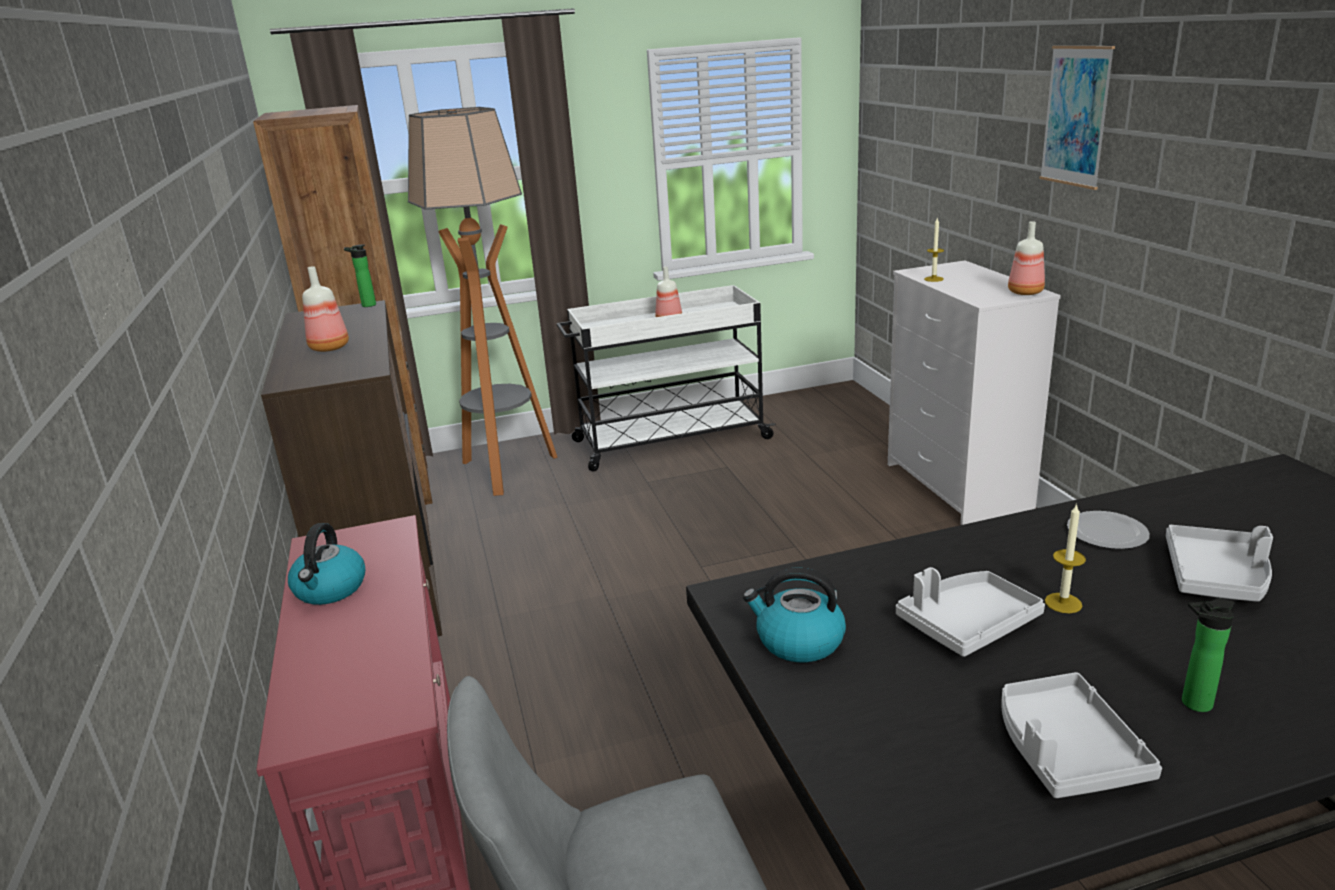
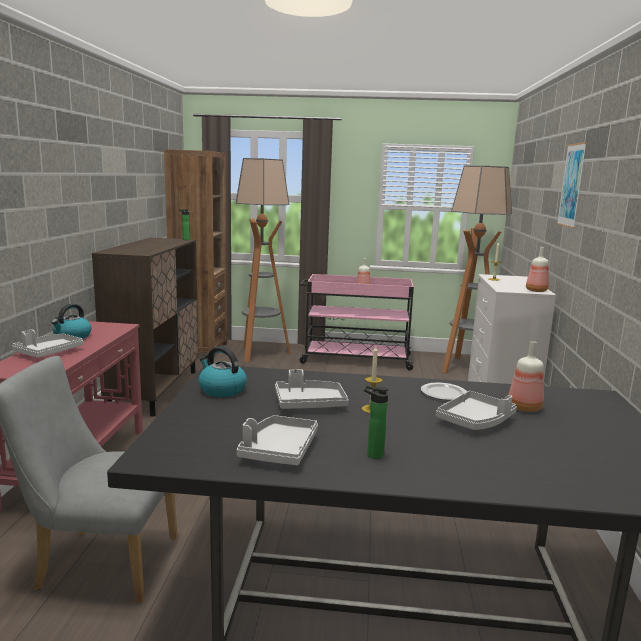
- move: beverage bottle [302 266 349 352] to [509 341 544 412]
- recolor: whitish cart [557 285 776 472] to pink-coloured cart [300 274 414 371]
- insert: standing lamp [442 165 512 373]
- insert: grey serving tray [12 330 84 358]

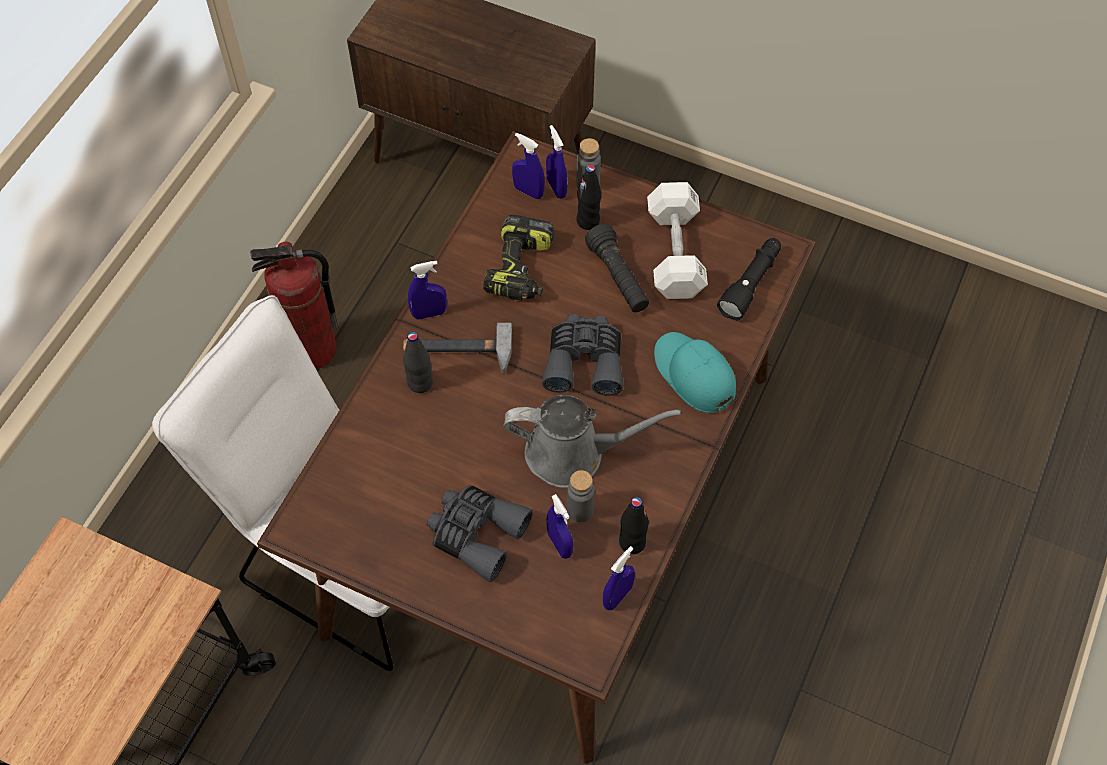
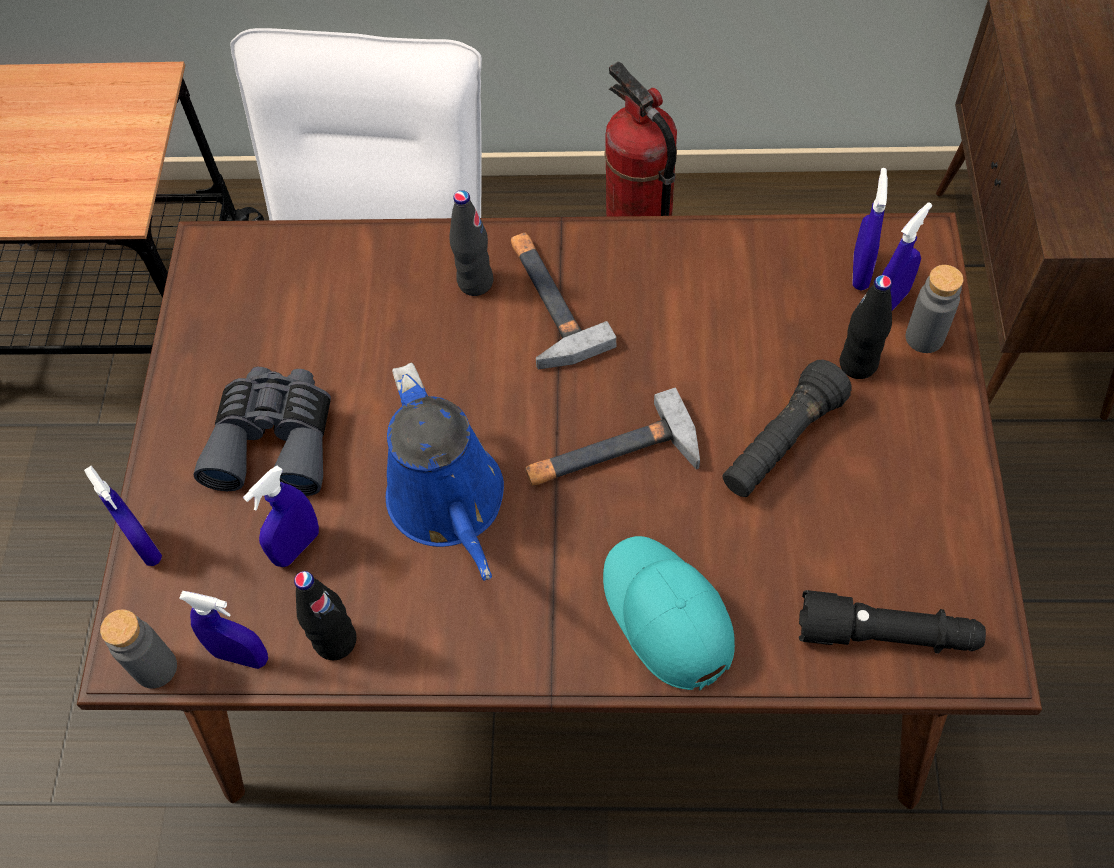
- delete: whitish dumbbell [647 182 708 299]
- delete: power drill [483 215 554 301]
- move: bluish hand sprayer [408 261 447 320] to [84 466 162 566]
- replace: grey binoculars [542 314 623 396] to hammer [525 388 700 485]
- rotate: blue-green baseball cap [654 332 736 413] = [603 536 735 691] 60 degrees counterclockwise
- recolor: grey sprinkling can [504 395 681 488] to bluish sprinkling can [386 363 504 581]
- move: grey beverage bottle [567 470 595 522] to [100 609 177 689]

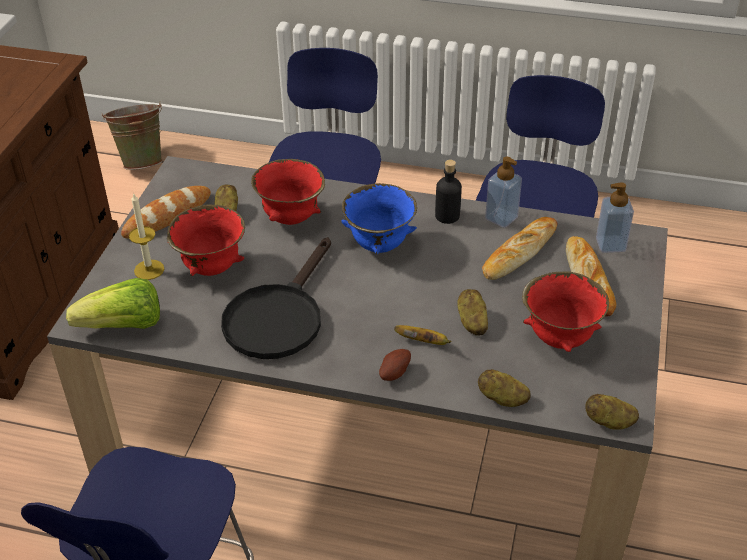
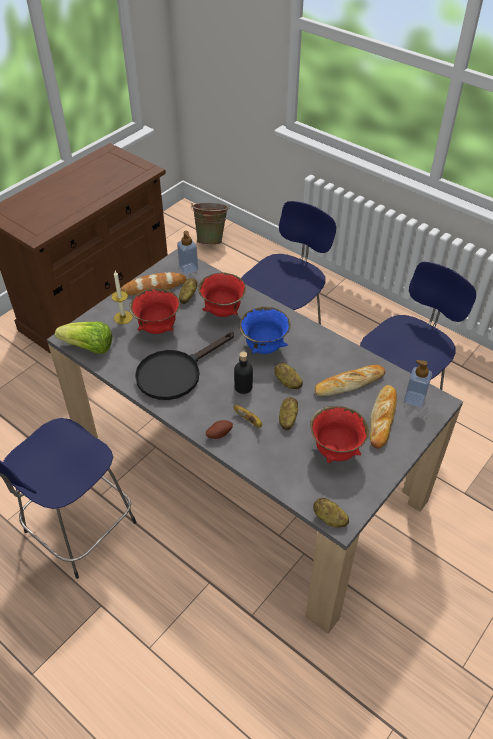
- move: soap bottle [485 157 522 228] to [177 231 198 275]
- move: black-coloured beverage bottle [435 160 462 224] to [234 351 253 394]
- move: potato [478 369 531 407] to [274 362 303 389]

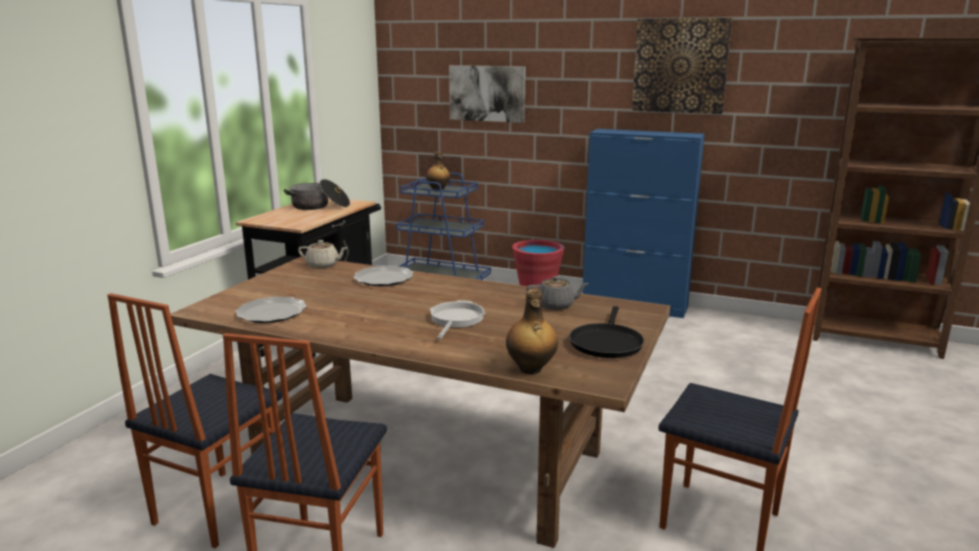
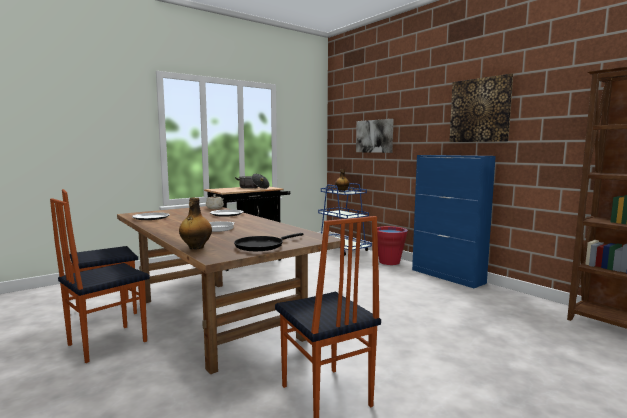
- delete: grey tea pot [526 276 589 310]

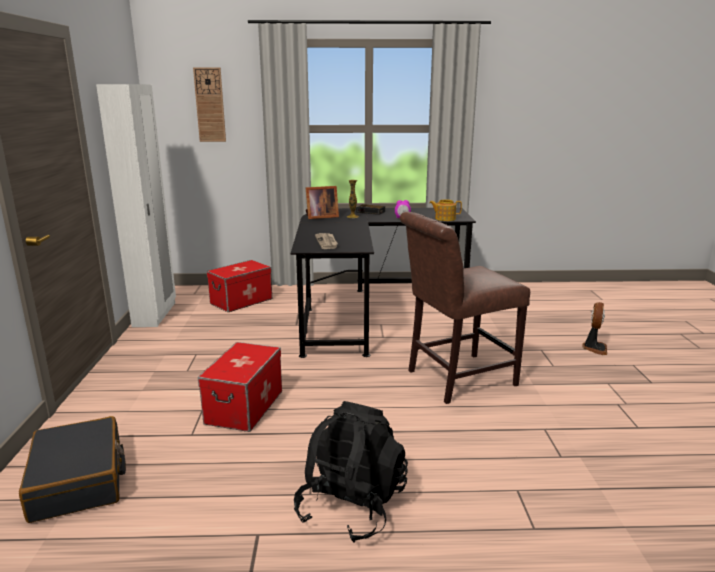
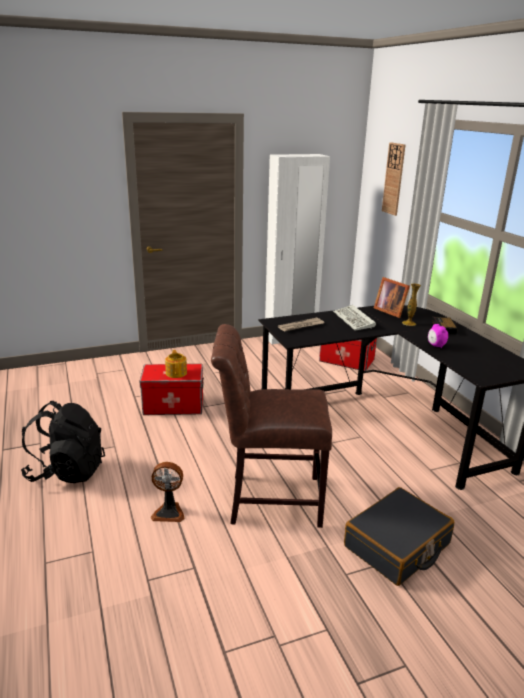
- move: tea pot [429 199 462 221] to [165 350 187 378]
- rotate: brownish chair [400 212 530 404] = [211 324 332 528] 45 degrees counterclockwise
- move: electric fan [582 302 607 355] to [151 462 184 522]
- move: black-coloured suitcase [19 416 126 523] to [344 487 454 586]
- insert: PC keyboard [333 305 376 331]

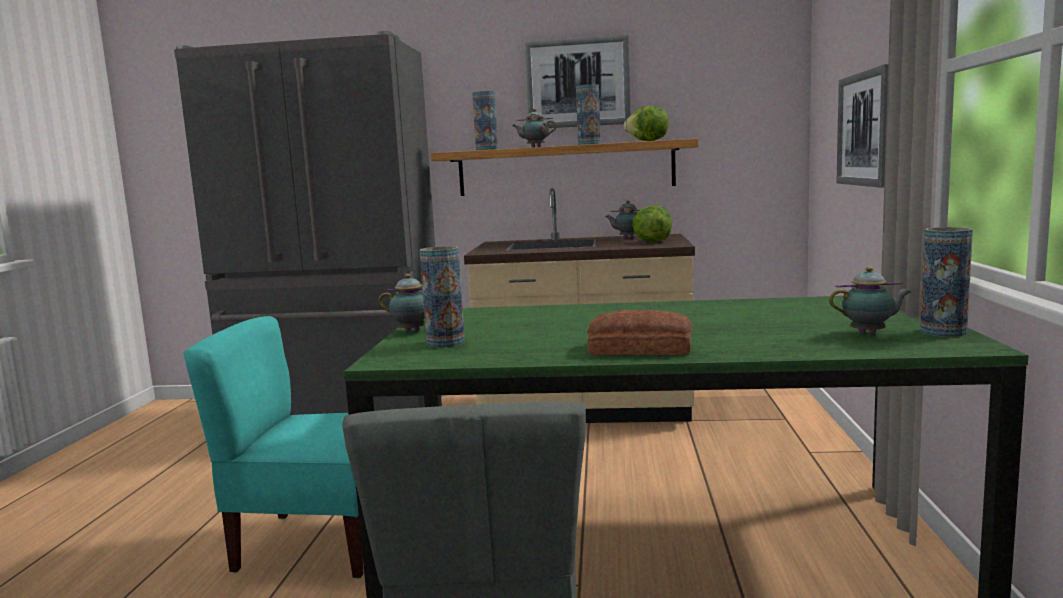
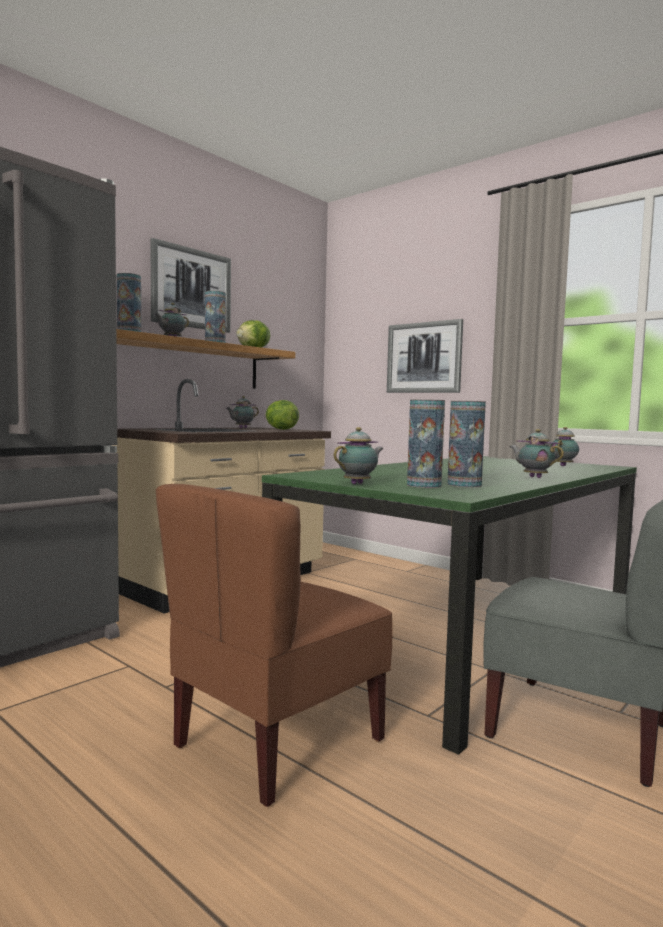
- move: decorative vase [920 227 973 337] to [447 401 486 487]
- replace: baked bread [587 310 692 355] to tea pot [510 429 564 478]
- recolor: blue-green chair [184 316 363 579] to brownish chair [156 484 393 807]

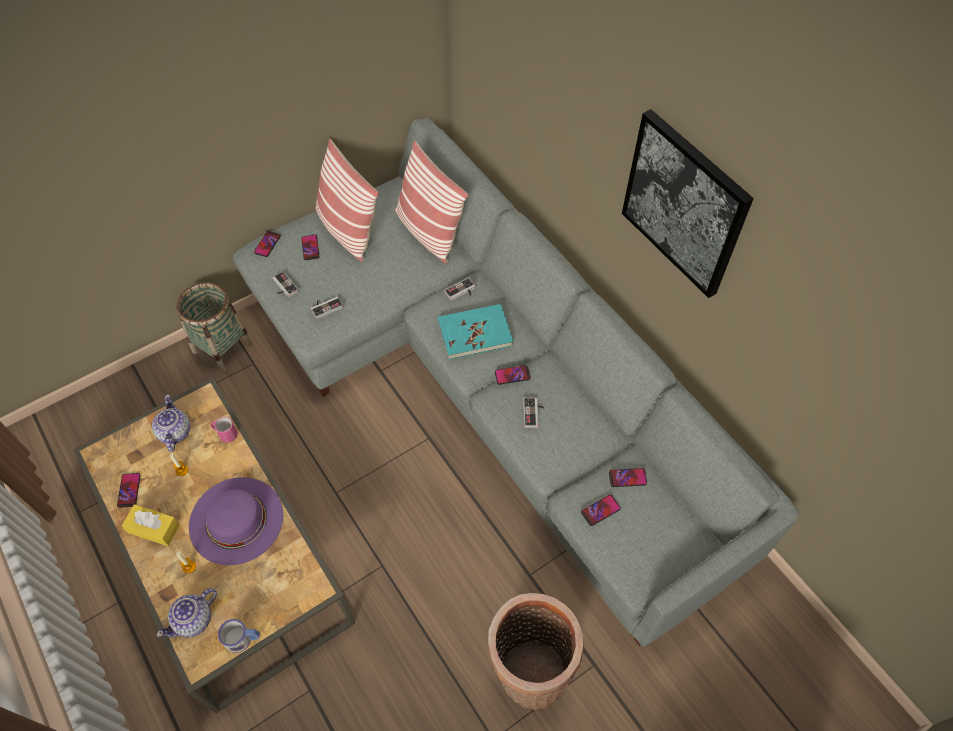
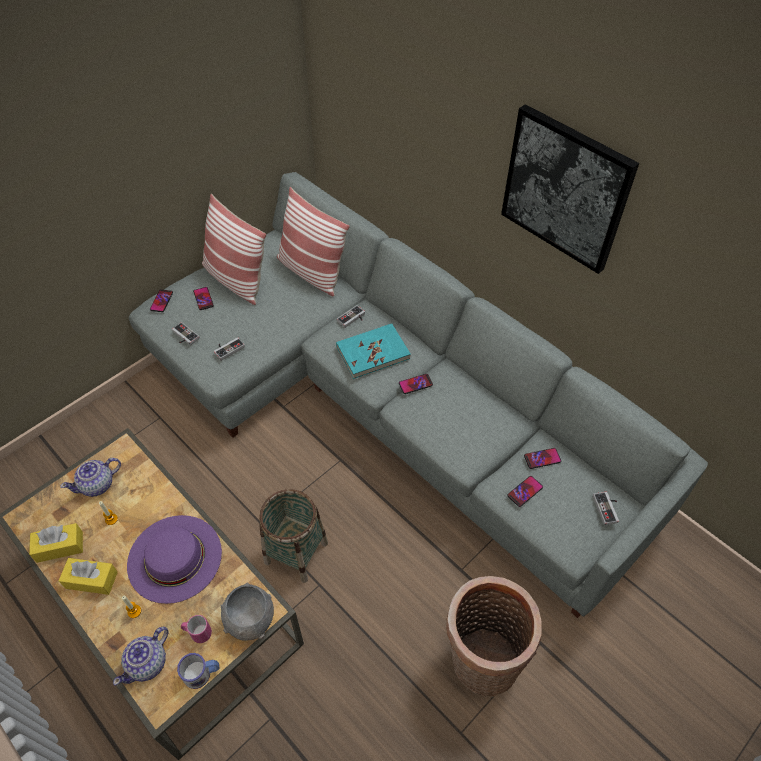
- move: storage basket [176 282 253 373] to [259 489 328 583]
- rotate: tea pot [152 395 190 452] = [60 458 121 497] 105 degrees counterclockwise
- move: game controller [523 397 544 428] to [593 492 619 525]
- move: pink-coloured mug [211 417 238 443] to [181 615 212 643]
- replace: handset [117 473 141 508] to yellowish tissue holder [29 523 83 563]
- insert: grey serving bowl [221 582 274 641]

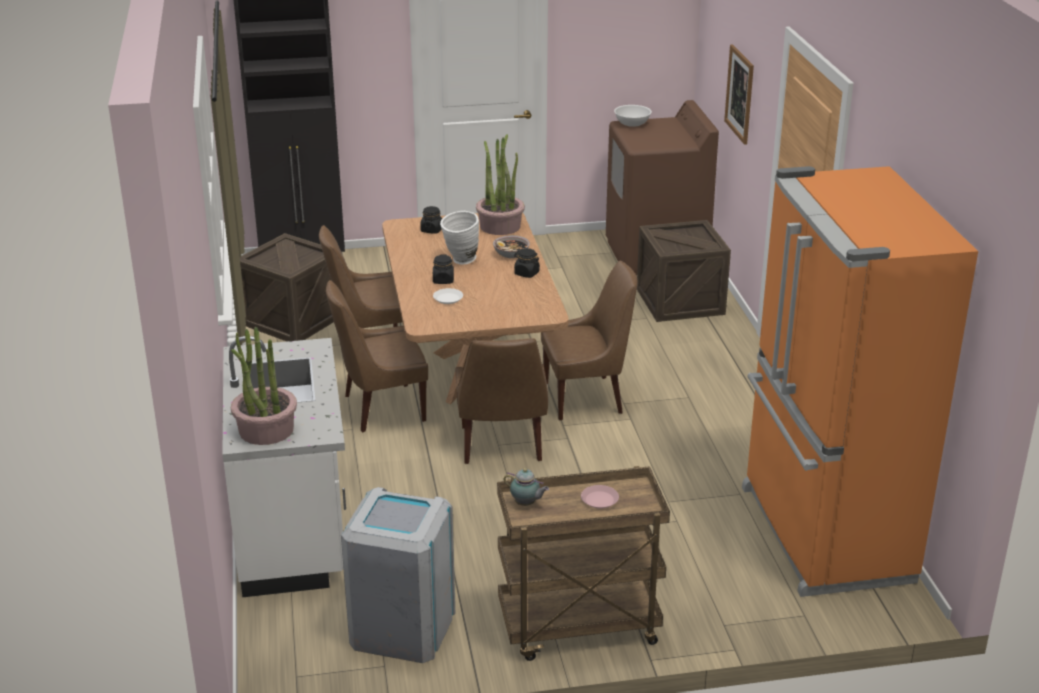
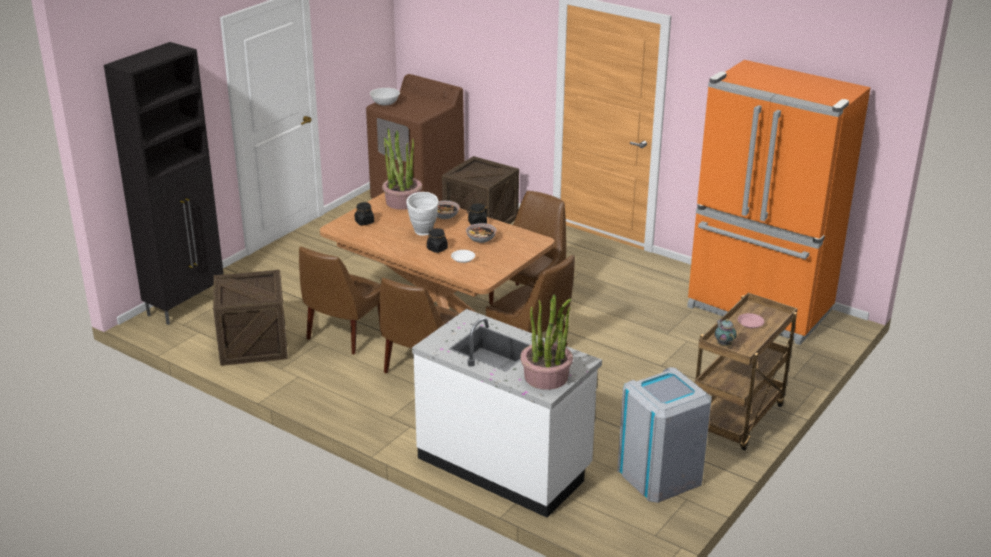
- delete: picture [724 44 754 145]
- rotate: tea pot [503 468 549 506] = [715 319 737 347] 90 degrees counterclockwise
- insert: serving bowl [466 223 497 243]

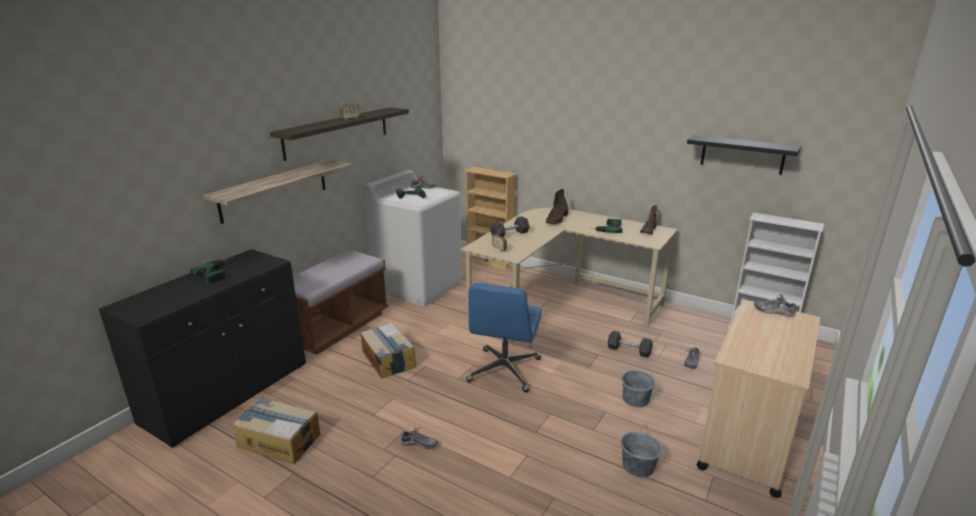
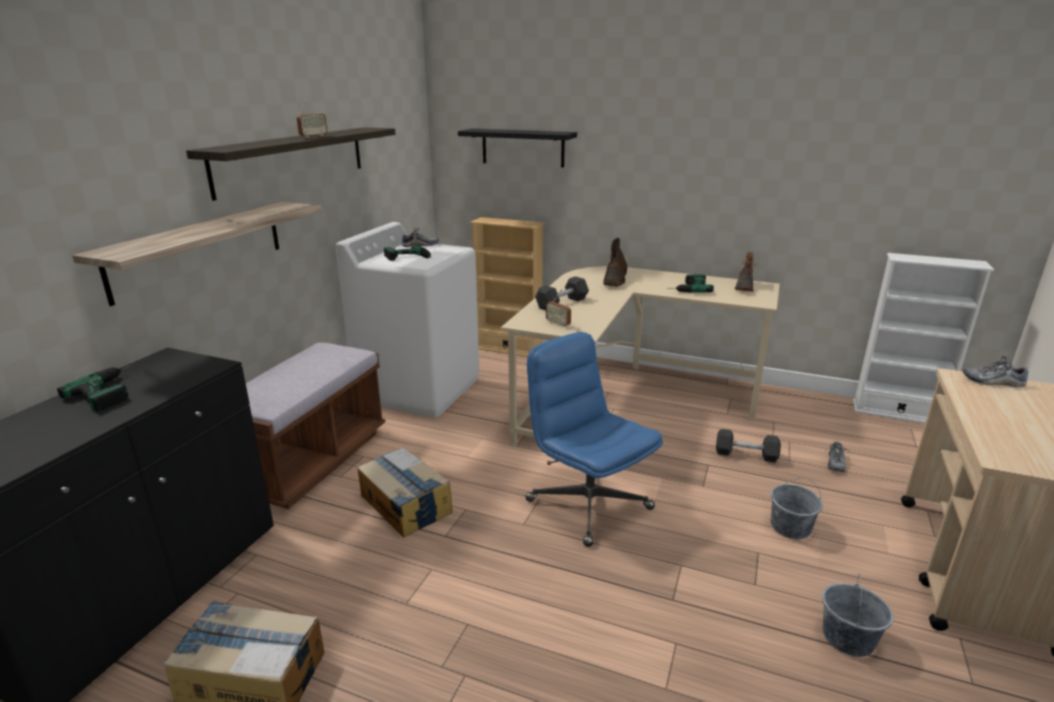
- move: black-coloured wall shelf [687 135 801 175] to [458 129 577 168]
- rotate: bluish desk chair [466 283 542 393] = [525 332 663 547] 135 degrees clockwise
- delete: item of footwear [401 427 438 450]

